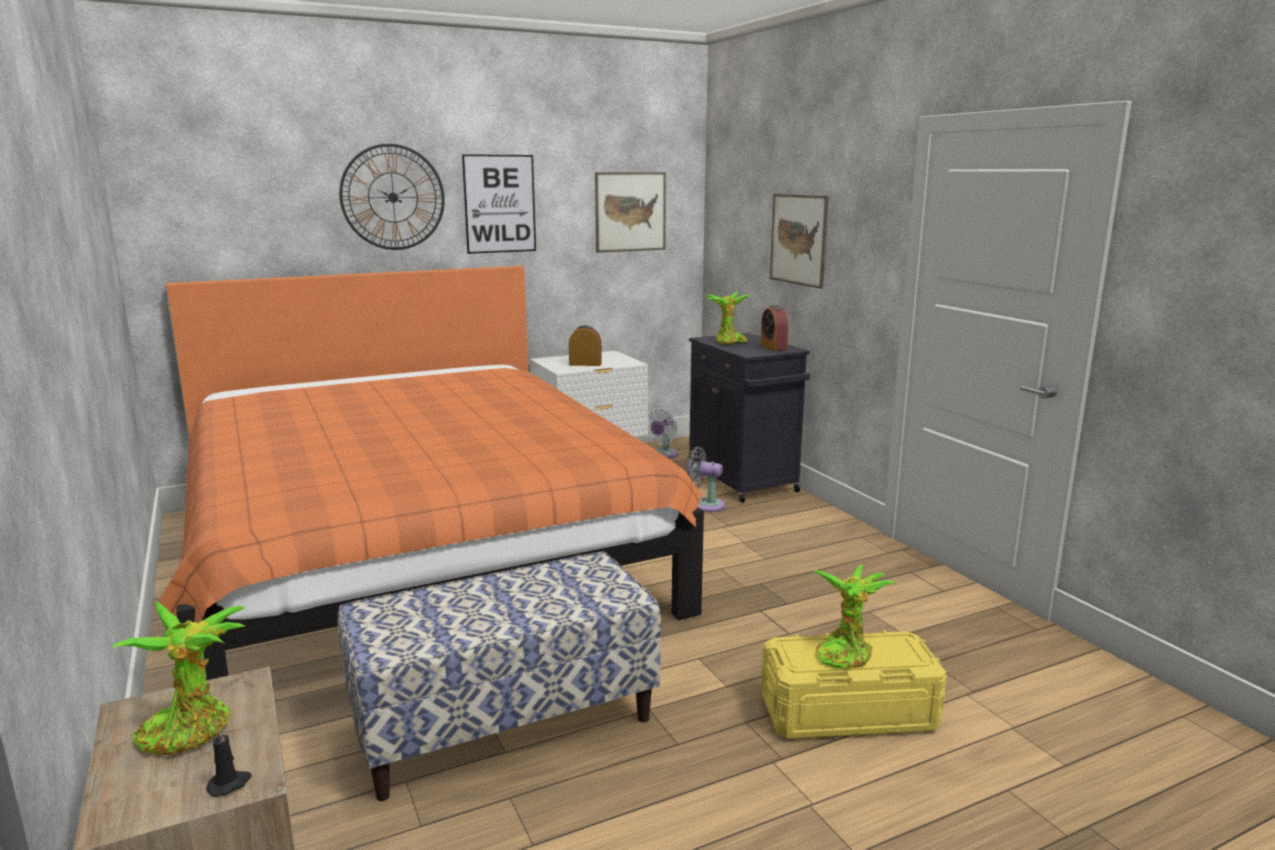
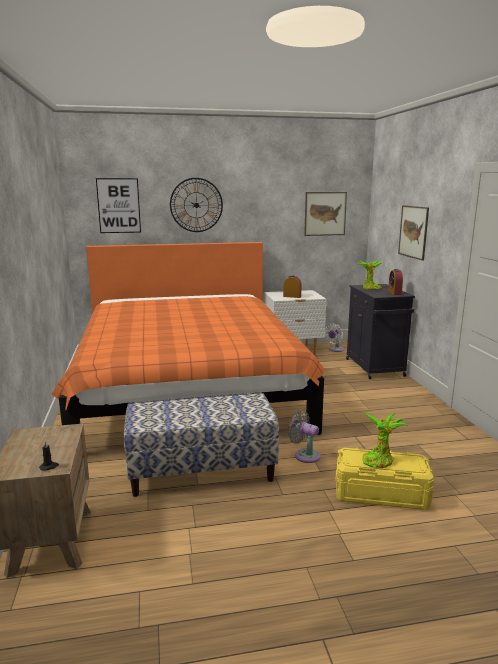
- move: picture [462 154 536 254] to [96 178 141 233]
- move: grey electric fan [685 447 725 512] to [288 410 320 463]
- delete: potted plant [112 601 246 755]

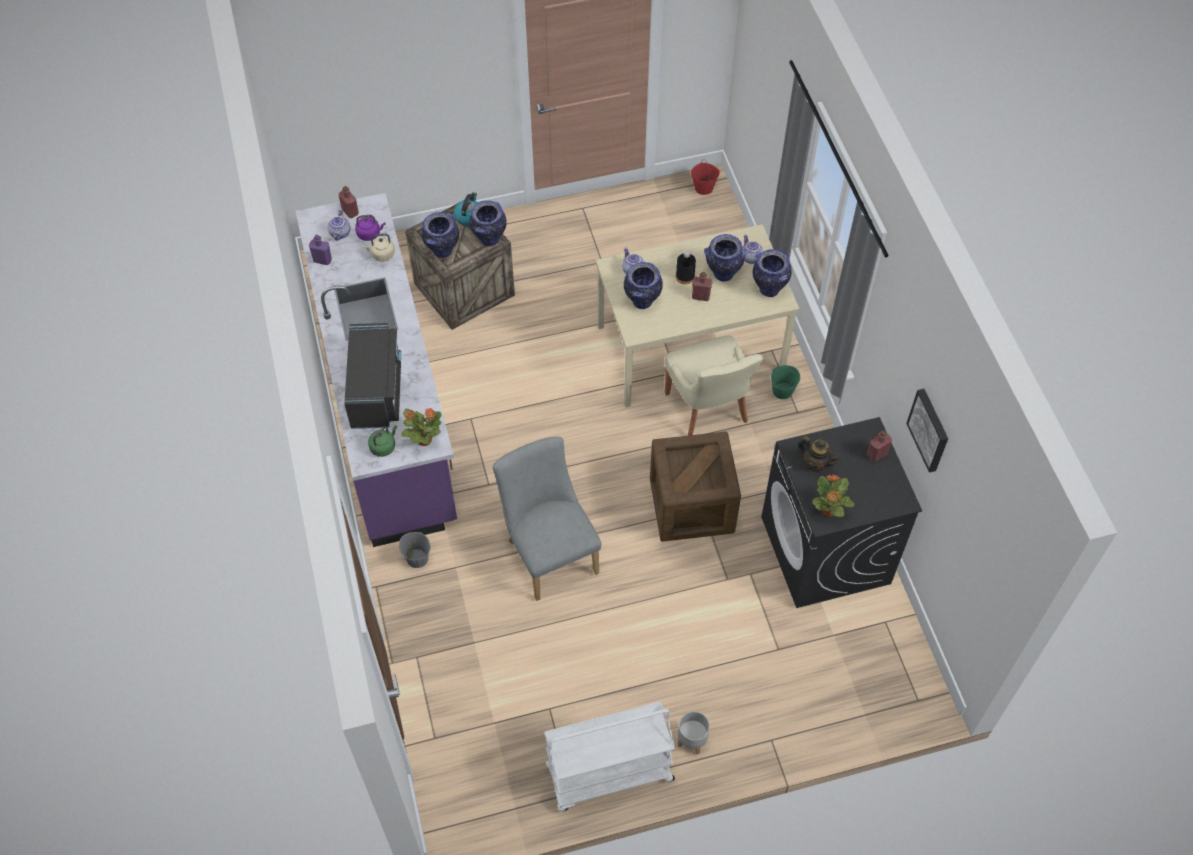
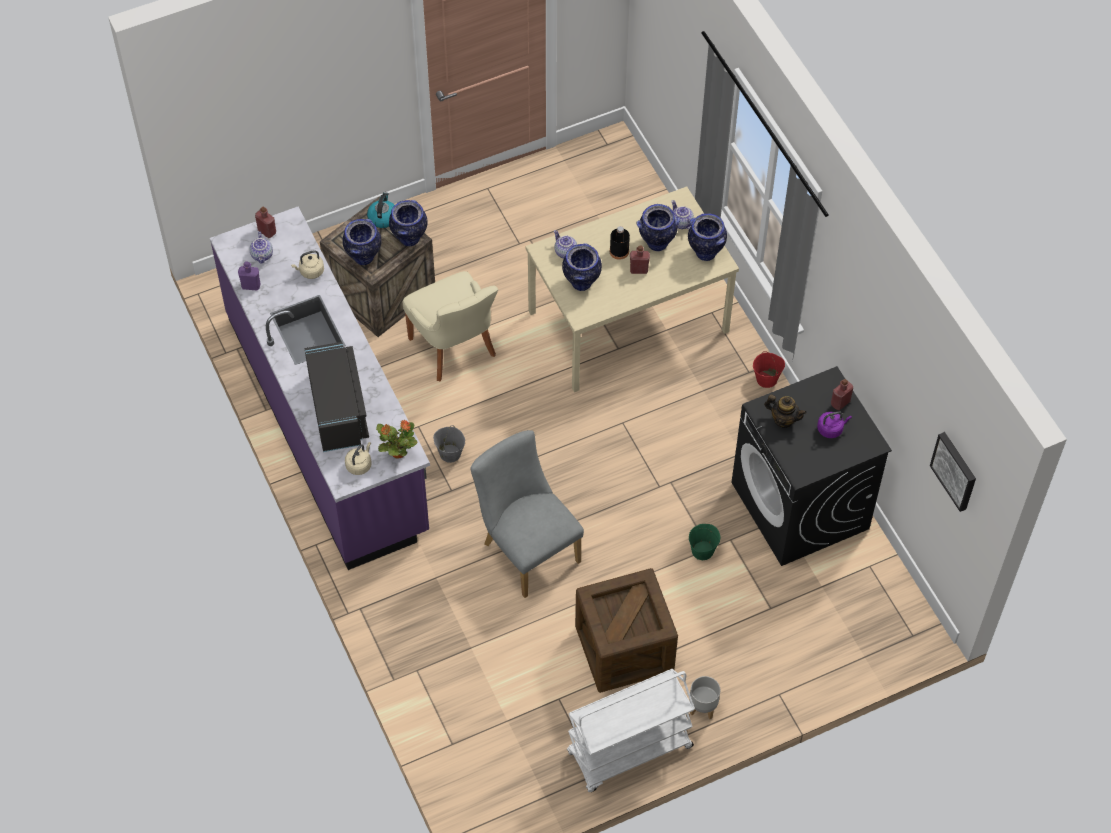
- move: red-coloured water bucket [691 159 720 195] to [753 351 785 388]
- move: purple kettle [355 215 386 241] to [817 411 852 438]
- move: beige-coloured chair [665 336 764 436] to [403 271 498 381]
- move: green-coloured water bucket [771 365 800 399] to [689 524 720 560]
- move: picture [906 389 948 473] to [930 432 976 512]
- recolor: green-coloured kettle [368 425 397 457] to beige-coloured kettle [345 442 372 475]
- move: crate [650 432 741 542] to [575 568 678 693]
- delete: potted plant [812 474 854 517]
- move: grey water bucket [399 532 431 568] to [433 425 465 463]

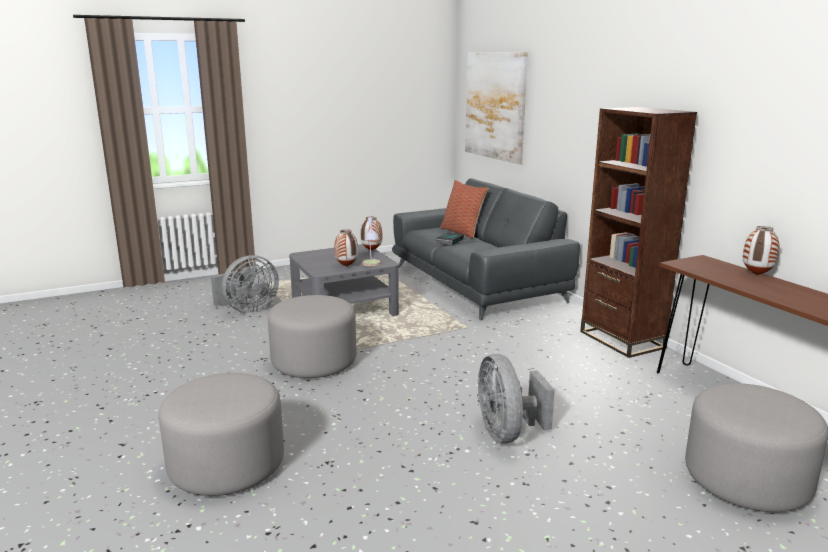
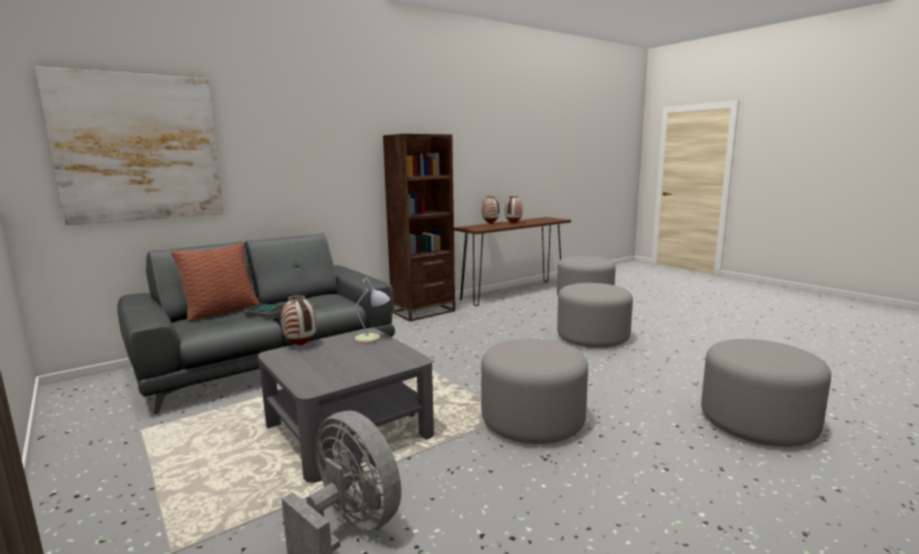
- move: decorative vase [334 229 358 266] to [505 196 523 224]
- replace: grey electric fan [477 354 555 444] to grey footrest [557 283 633 348]

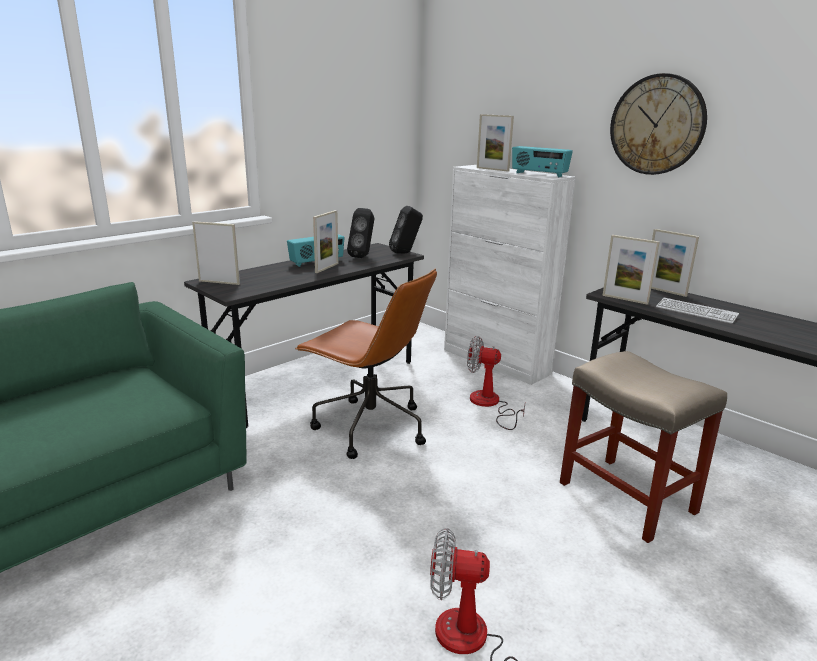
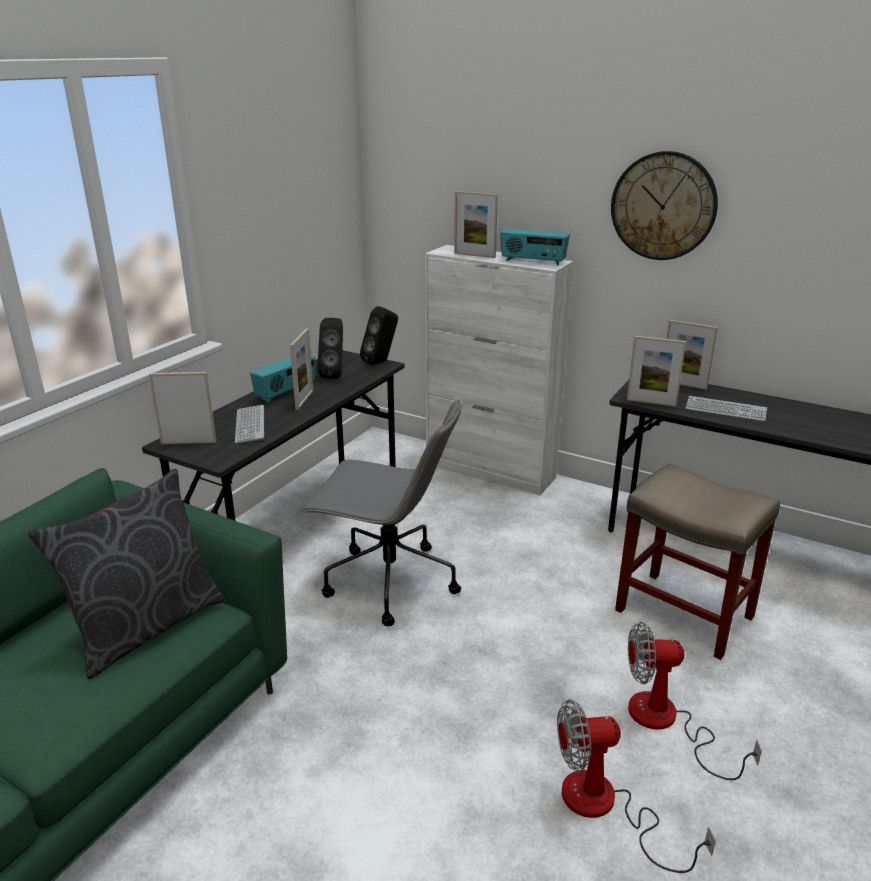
- recolor: brownish desk chair [295 269 437 459] to grey desk chair [302 399 462 626]
- move: electric fan [467 336 525 430] to [628 622 762 780]
- insert: PC keyboard [235 405 264 444]
- insert: grey cushion [28 469 224 679]

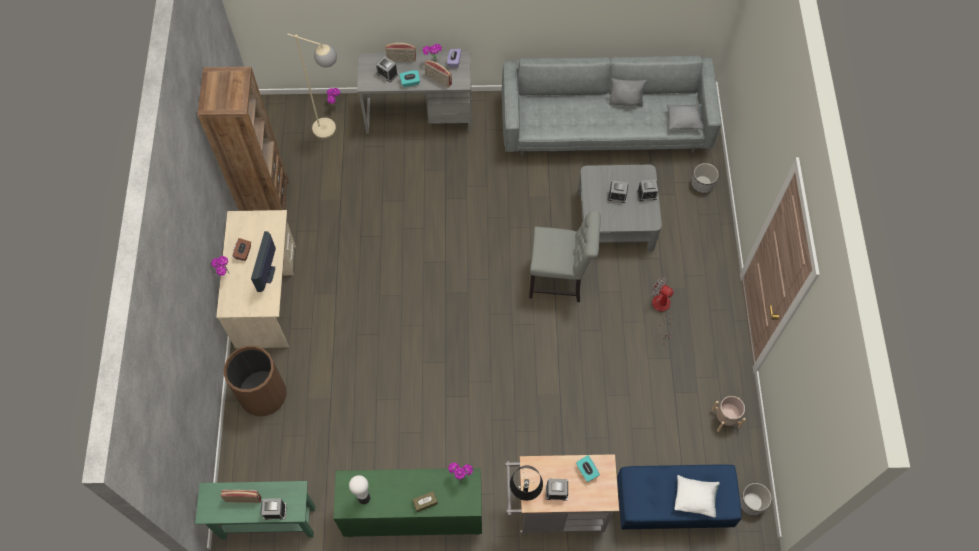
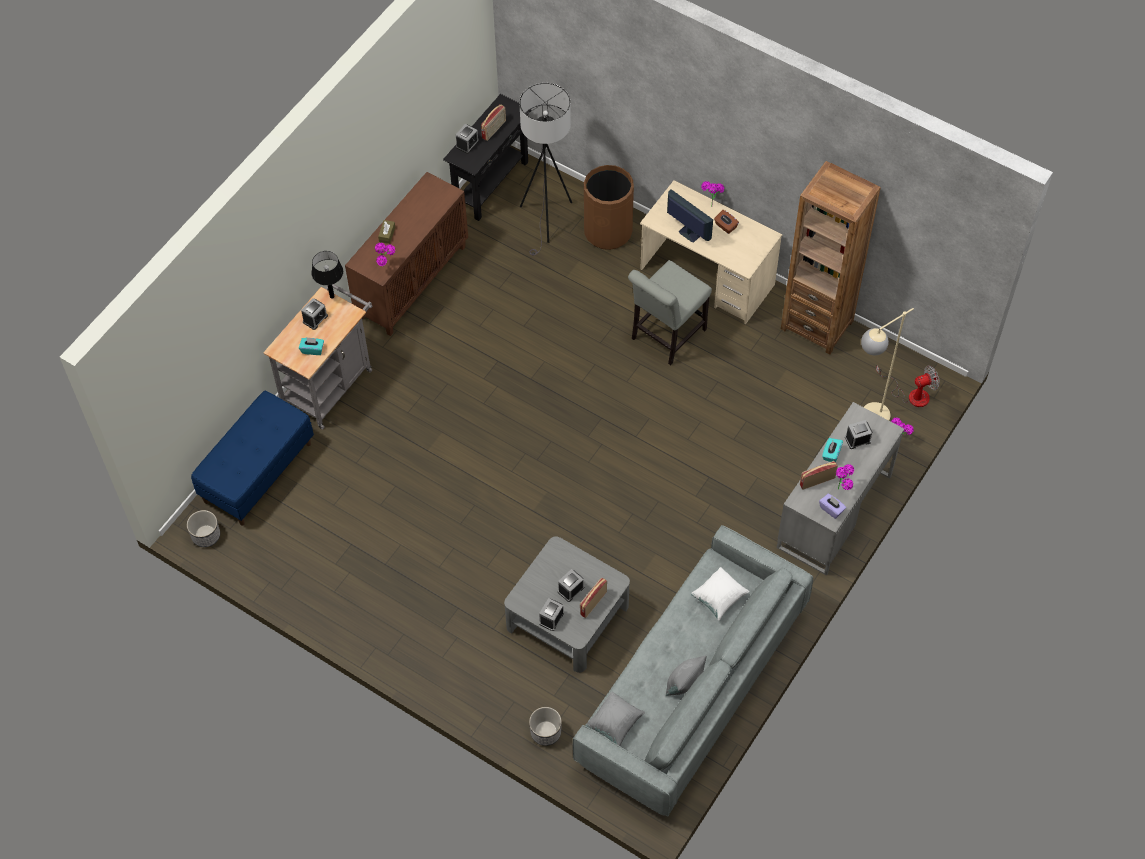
- move: radio set [385 43 416 62] to [580 578 607 618]
- move: grey chair [529 211 601 302] to [628 260 712 365]
- move: electric fan [651 277 674 339] to [876 366 940 407]
- delete: beige-coloured flower pot [711 396 746 432]
- recolor: green-coloured storage cabinet [333 468 482 537] to brownish storage cabinet [345 172 468 336]
- delete: lamp for a table [349 475 370 504]
- move: whitish cushion [674 475 720 518] to [691 567 750 621]
- recolor: green-coloured narrow table [195 481 315 539] to black-coloured narrow table [443 94 532 221]
- insert: grey standing lamp [519 83 572 255]

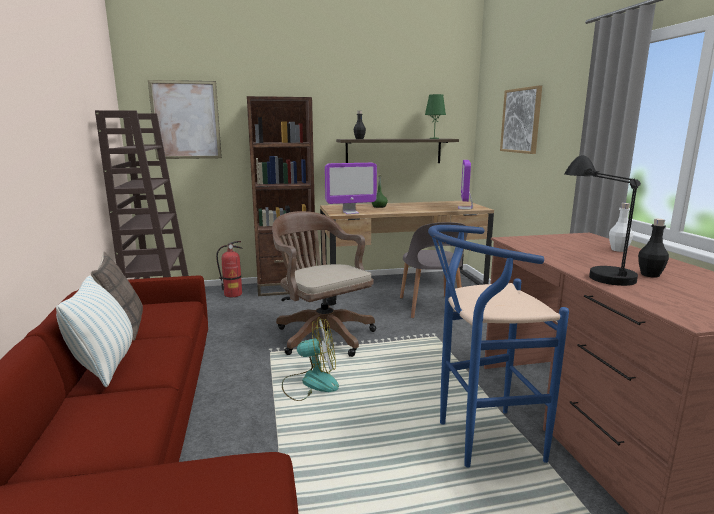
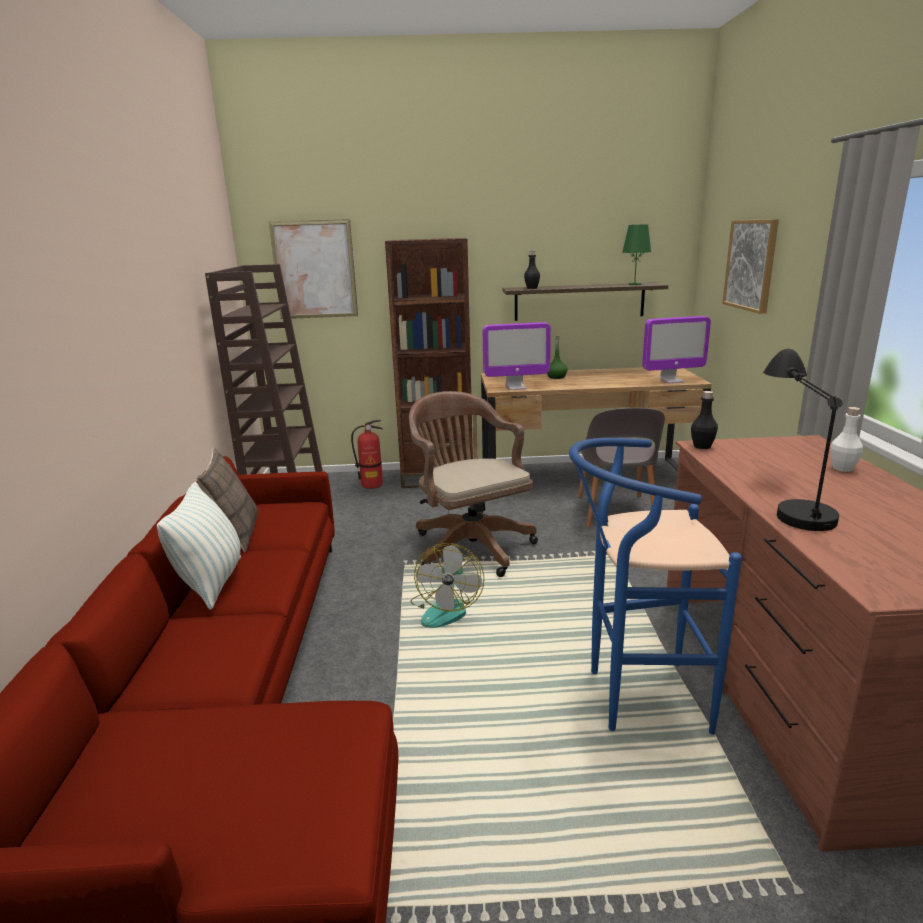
- rotate: computer screen [458 160 473 210] = [642 316 711 383] 120 degrees counterclockwise
- move: black-coloured beverage bottle [638 219 669 277] to [691 391 718 449]
- rotate: electric fan [282 317 339 401] = [411 543 484 628] 90 degrees clockwise

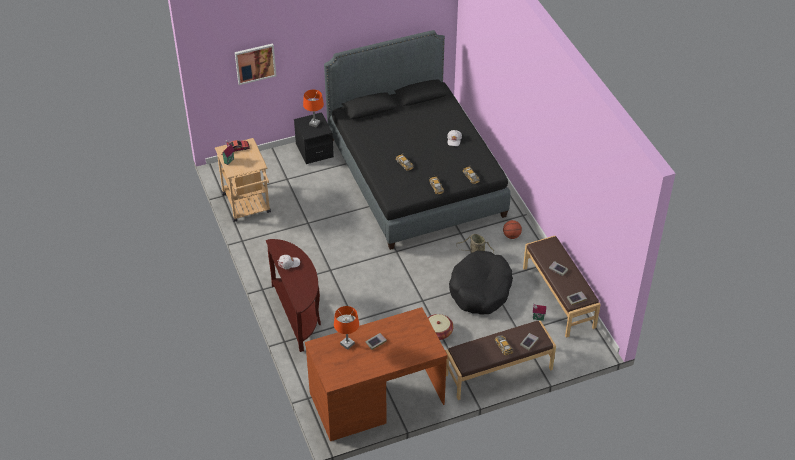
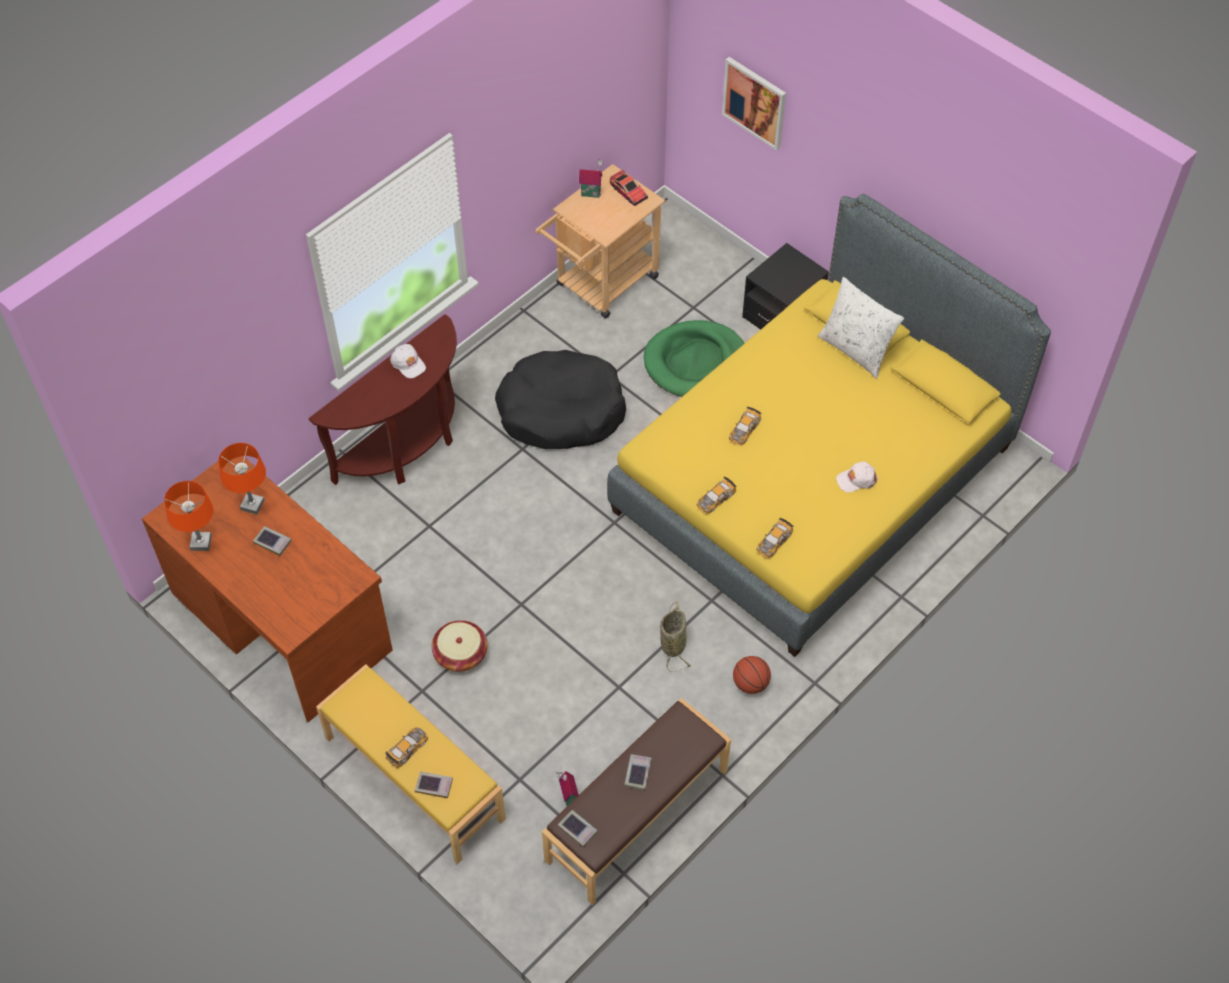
- recolor: black-coloured bed [324 30 511 250] to yellowish bed [607 194 1051 657]
- move: orange lamp for a table [303 90 324 127] to [164 481 213 551]
- move: black-coloured dog bed [449 251 513 315] to [495 350 626 449]
- recolor: brownish long seat [445 321 556 400] to yellowish long seat [316 664 506 864]
- insert: whitish cushion [818 277 904 379]
- insert: green-coloured dog bed [644 320 745 397]

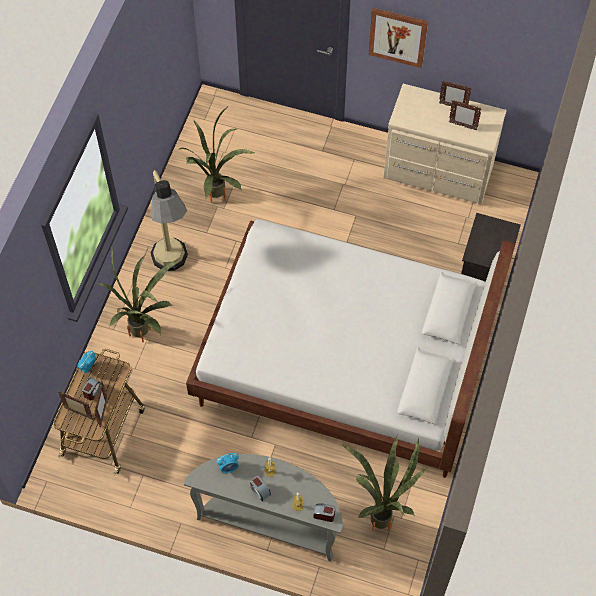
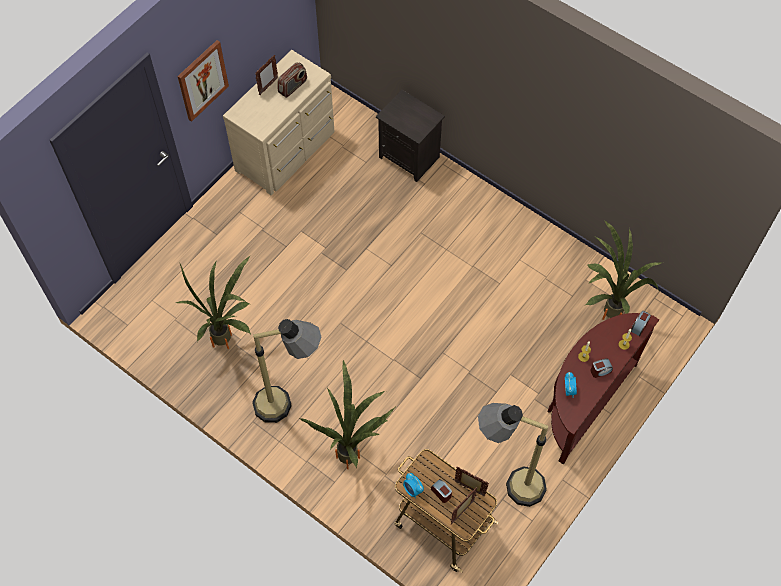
- replace: standing frame [449 100 482 131] to radio set [278 62 307 98]
- delete: whitish bed [186 219 515 478]
- recolor: grey narrow table [184 454 343 562] to brownish narrow table [547 313 659 465]
- insert: standing lamp [478 403 548 507]

